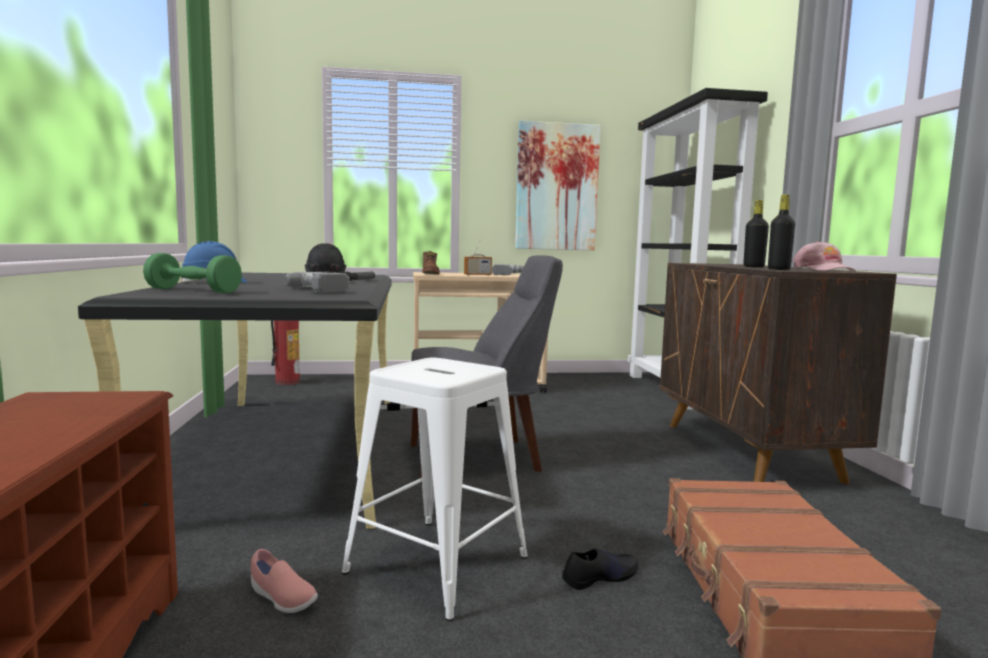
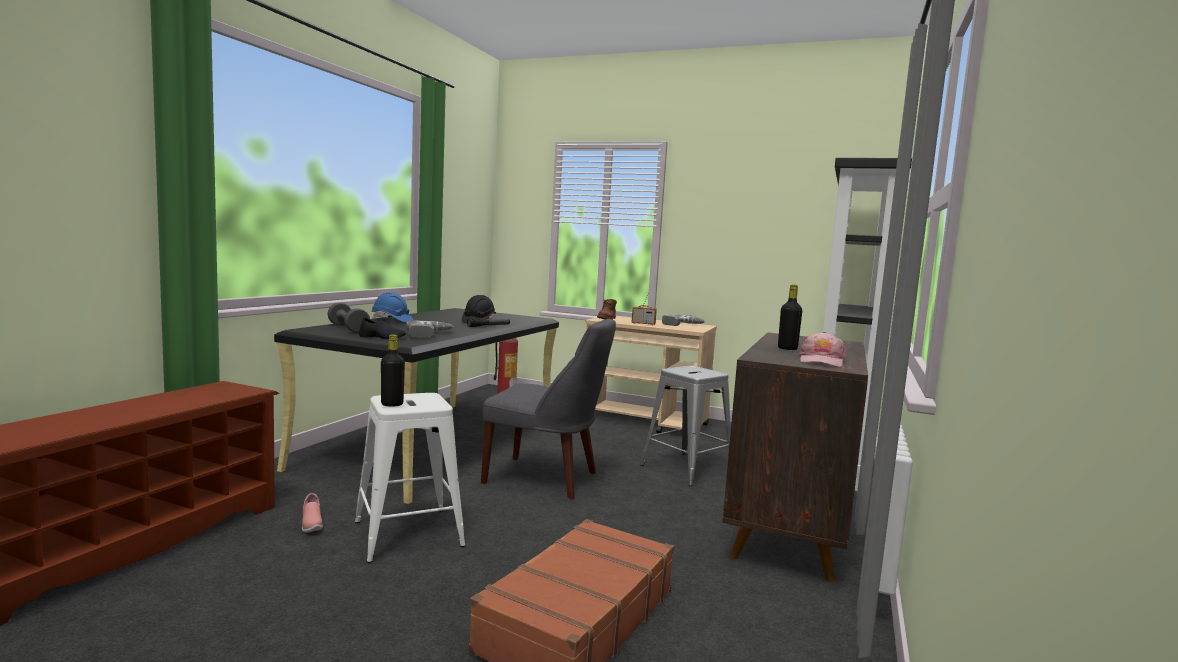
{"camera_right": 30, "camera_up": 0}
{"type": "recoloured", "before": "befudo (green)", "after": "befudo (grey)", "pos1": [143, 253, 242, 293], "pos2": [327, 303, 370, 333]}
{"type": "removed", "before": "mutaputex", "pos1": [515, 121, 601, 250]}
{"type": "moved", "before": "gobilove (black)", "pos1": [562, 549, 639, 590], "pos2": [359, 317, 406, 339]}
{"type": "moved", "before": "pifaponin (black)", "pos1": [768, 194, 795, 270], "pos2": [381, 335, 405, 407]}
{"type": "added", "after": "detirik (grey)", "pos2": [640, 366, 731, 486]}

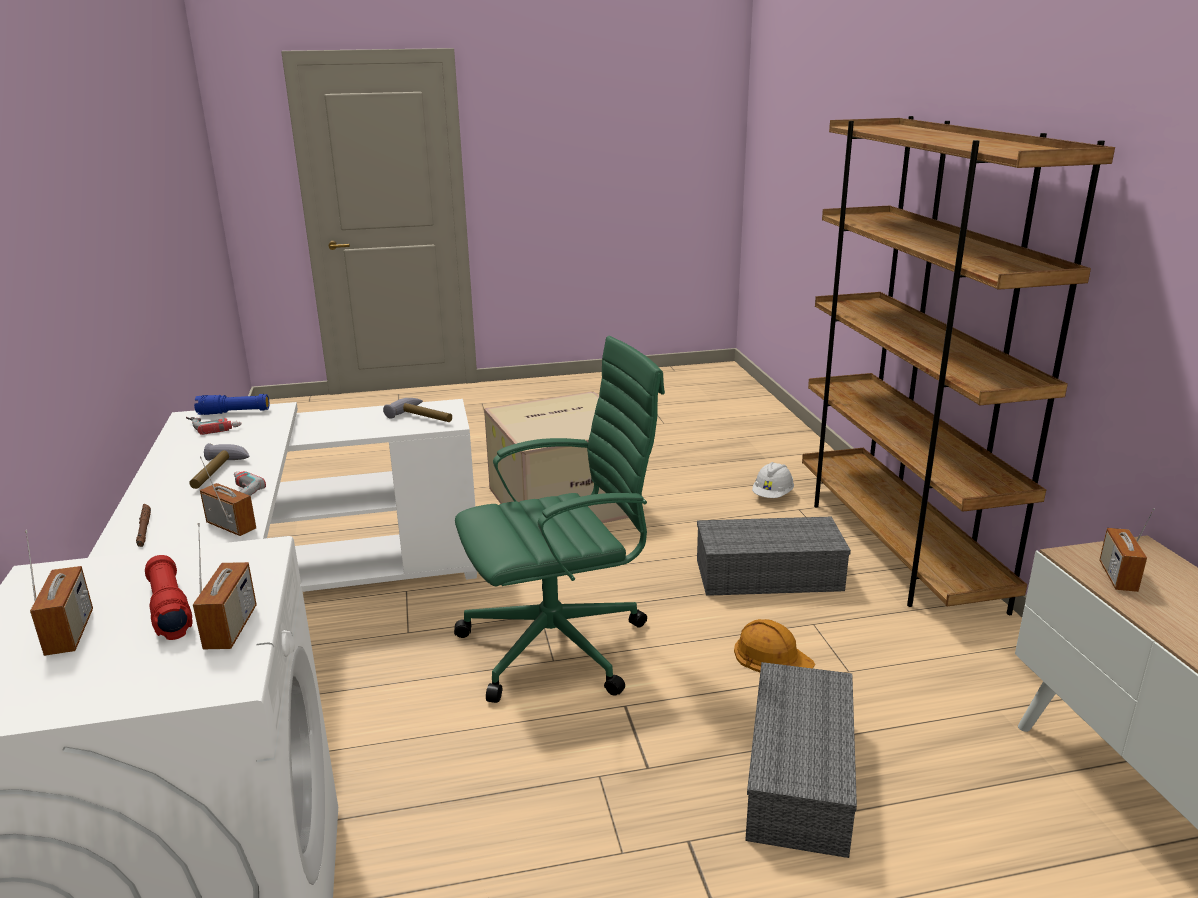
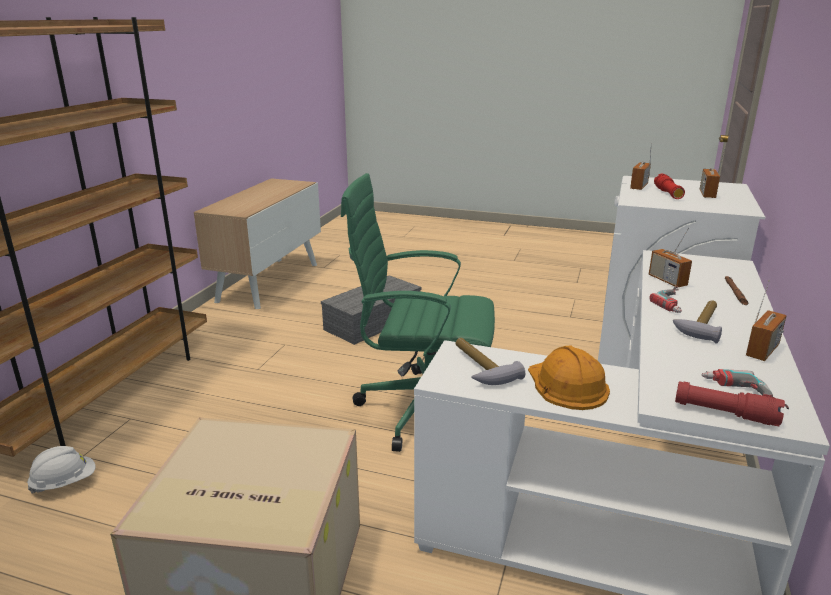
{"camera_right": -150, "camera_up": 0}
{"type": "recoloured", "before": "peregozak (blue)", "after": "peregozak (red)", "pos1": [194, 394, 269, 415], "pos2": [675, 381, 785, 426]}
{"type": "removed", "before": "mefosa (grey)", "pos1": [697, 517, 851, 596]}
{"type": "moved", "before": "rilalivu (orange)", "pos1": [734, 619, 815, 672], "pos2": [528, 346, 610, 410]}
{"type": "moved", "before": "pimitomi", "pos1": [1099, 508, 1155, 592], "pos2": [746, 280, 787, 361]}

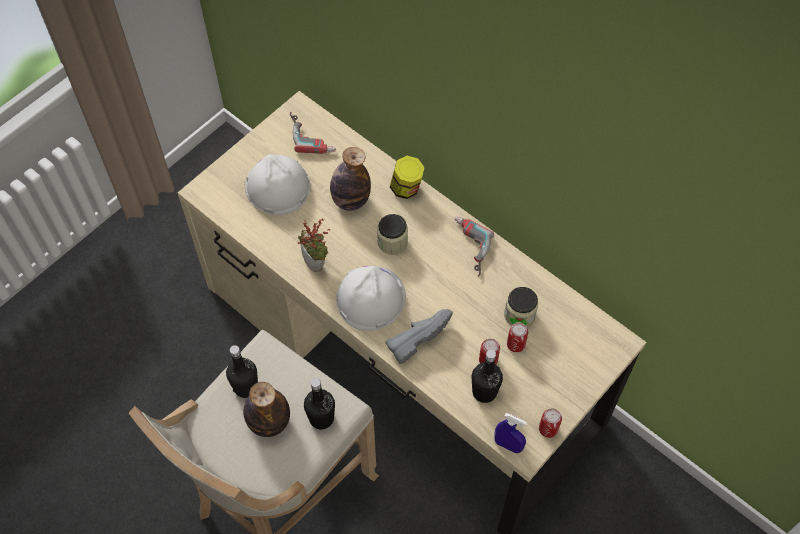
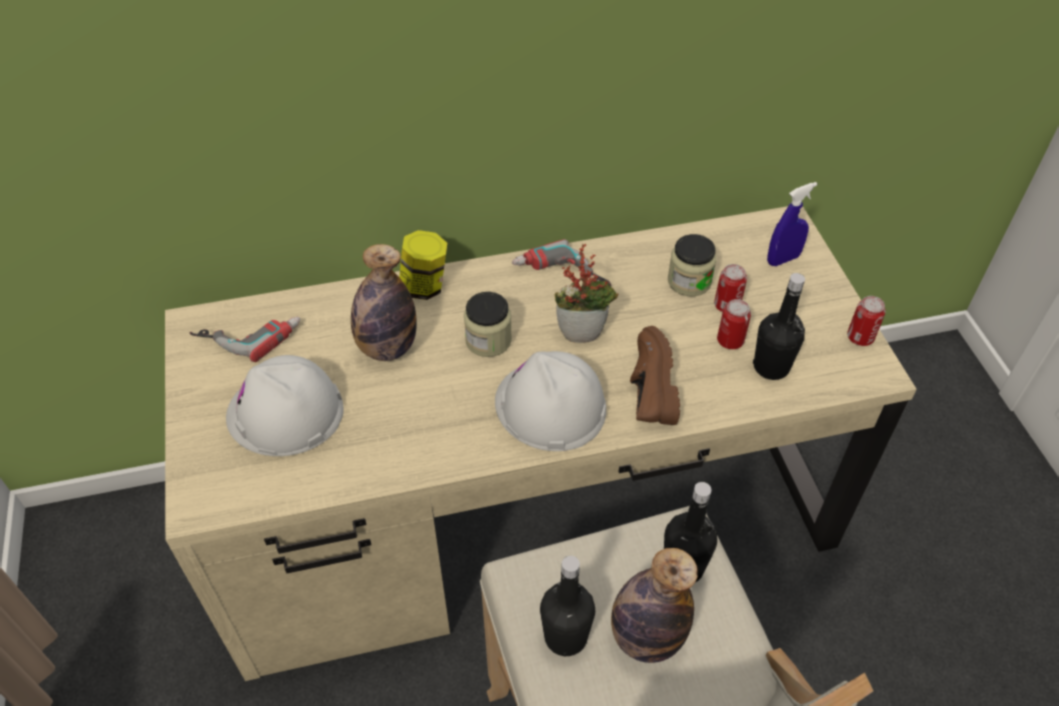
{"camera_right": -55, "camera_up": -10}
{"type": "moved", "before": "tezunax", "pos1": [298, 218, 330, 272], "pos2": [554, 243, 618, 343]}
{"type": "recoloured", "before": "gobilove (grey)", "after": "gobilove (brown)", "pos1": [385, 309, 453, 364], "pos2": [630, 326, 680, 425]}
{"type": "moved", "before": "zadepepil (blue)", "pos1": [494, 413, 527, 454], "pos2": [767, 182, 817, 266]}

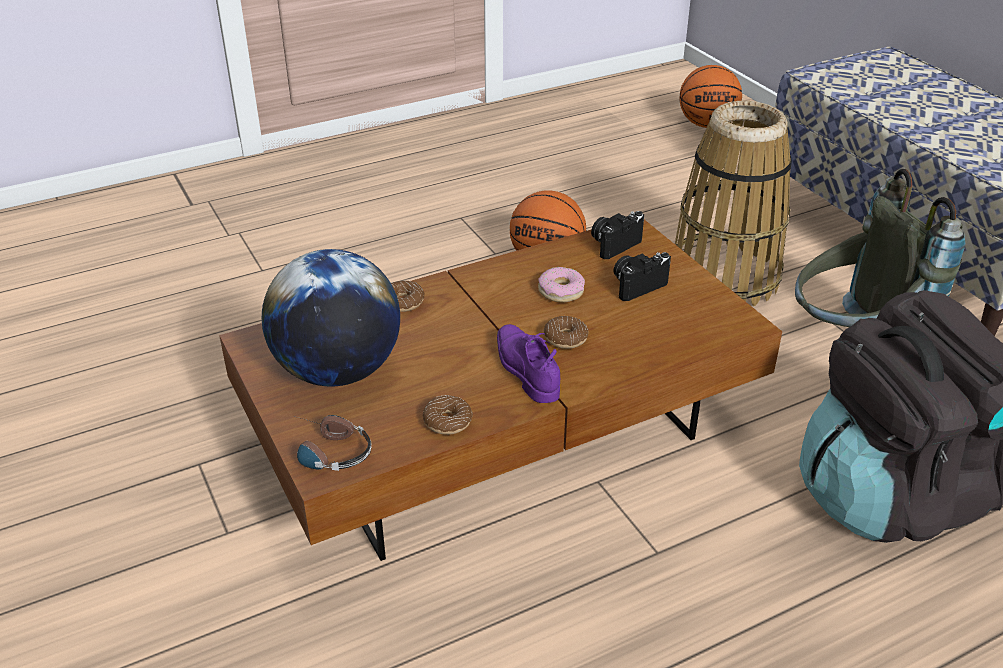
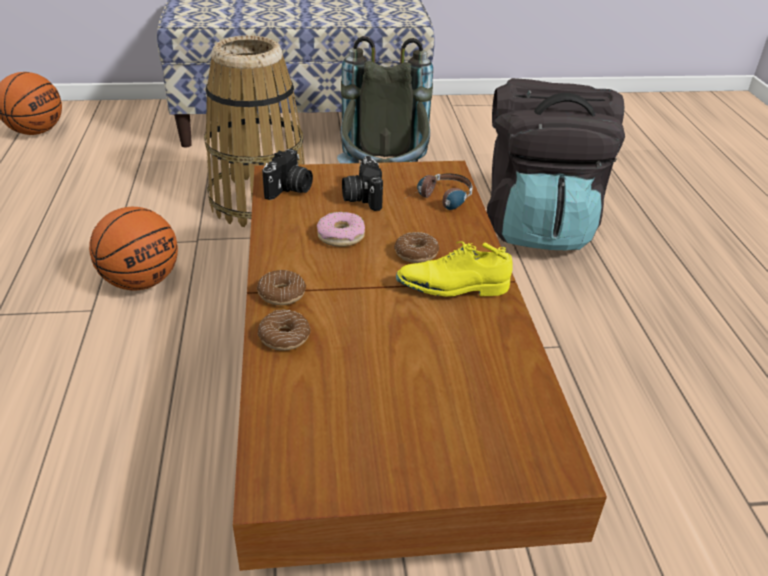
{"camera_right": -70, "camera_up": 0}
{"type": "removed", "before": "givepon", "pos1": [262, 249, 400, 387]}
{"type": "moved", "before": "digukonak", "pos1": [297, 415, 372, 471], "pos2": [404, 174, 473, 210]}
{"type": "moved", "before": "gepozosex", "pos1": [423, 395, 473, 435], "pos2": [257, 270, 306, 305]}
{"type": "recoloured", "before": "gobilove (purple)", "after": "gobilove (yellow)", "pos1": [497, 324, 560, 403], "pos2": [396, 241, 512, 297]}
{"type": "turned", "before": "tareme", "pos1": [591, 211, 644, 259], "pos2": [262, 149, 313, 200], "turn": -135}

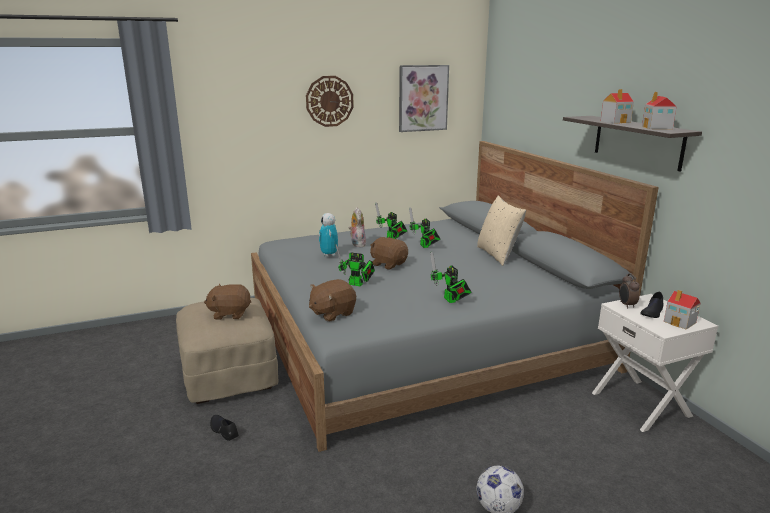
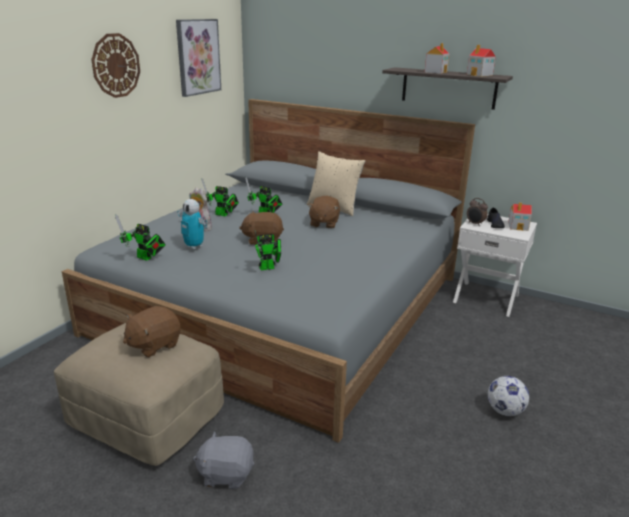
{"camera_right": -40, "camera_up": 5}
{"type": "replaced", "before": "gobilove (black)", "after": "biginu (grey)", "pos1": [210, 415, 239, 441], "pos2": [193, 431, 254, 489]}
{"type": "moved", "before": "biginu (brown)", "pos1": [309, 279, 356, 322], "pos2": [308, 196, 340, 229]}
{"type": "moved", "before": "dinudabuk", "pos1": [430, 251, 472, 303], "pos2": [115, 214, 166, 261]}

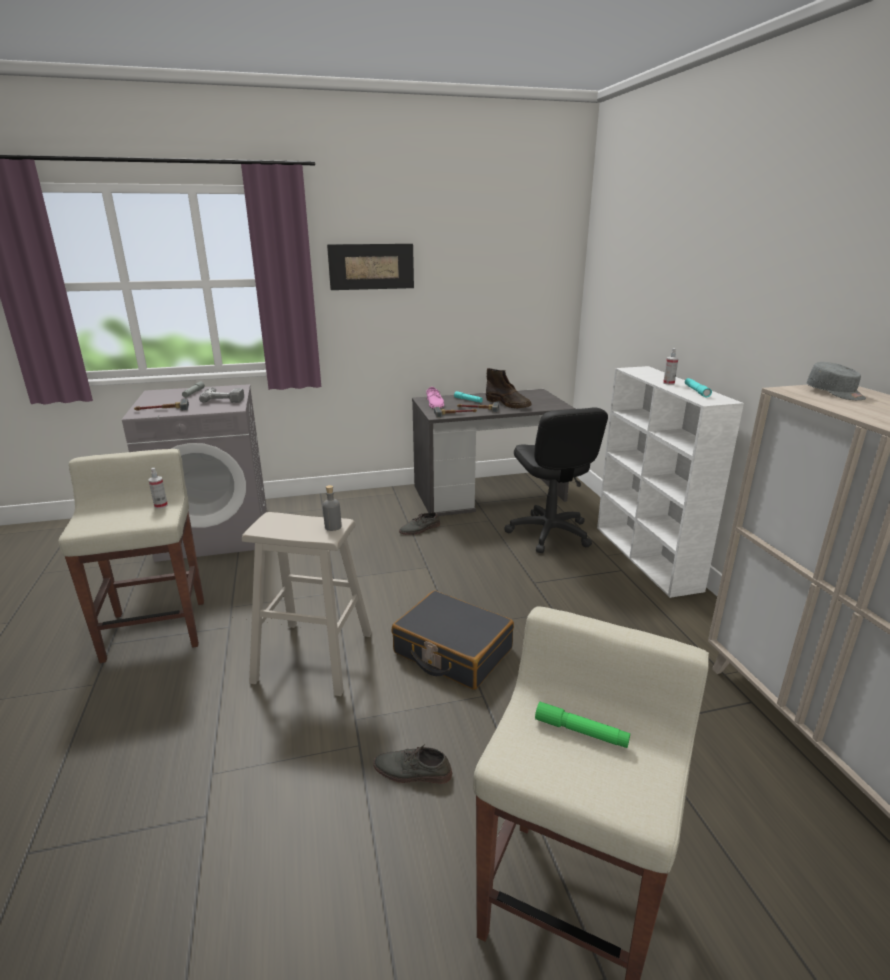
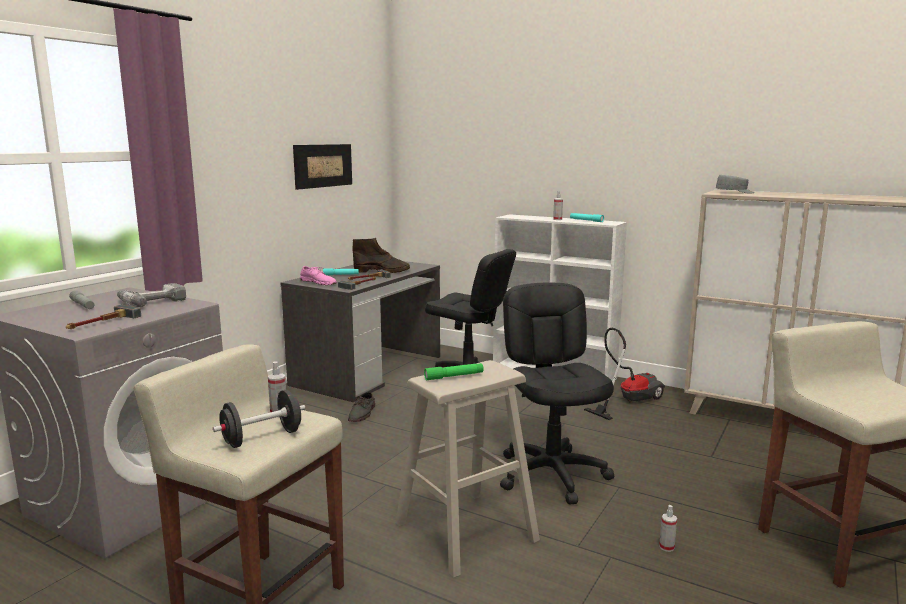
{"camera_right": -45, "camera_up": -10}
{"type": "removed", "before": "pifaponin (grey)", "pos1": [323, 485, 342, 531]}
{"type": "moved", "before": "mutaputex", "pos1": [327, 244, 414, 290], "pos2": [293, 144, 352, 190]}
{"type": "replaced", "before": "gobilove (grey)", "after": "zadepepil", "pos1": [373, 744, 452, 784], "pos2": [659, 505, 677, 552]}
{"type": "replaced", "before": "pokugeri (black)", "after": "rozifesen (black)", "pos1": [391, 590, 514, 690], "pos2": [500, 283, 614, 505]}
{"type": "moved", "before": "peregozak (green)", "pos1": [535, 702, 630, 748], "pos2": [424, 363, 484, 380]}
{"type": "added", "after": "befudo (black)", "pos2": [213, 390, 305, 448]}
{"type": "added", "after": "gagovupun", "pos2": [584, 328, 665, 420]}

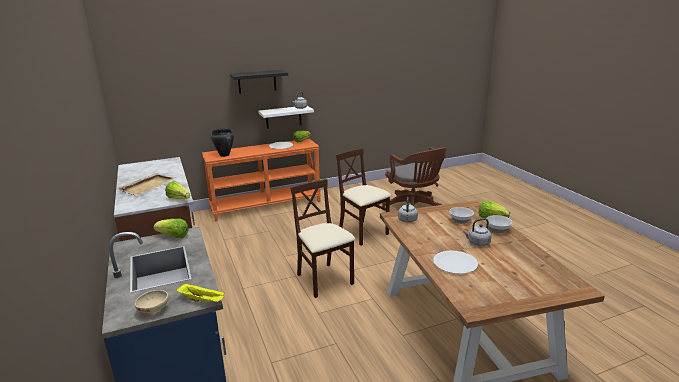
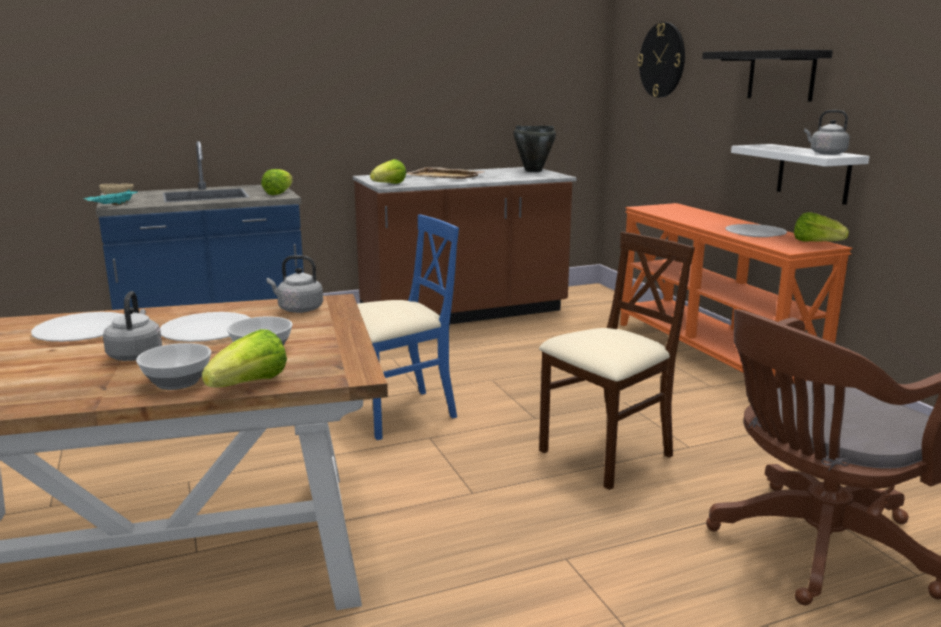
{"camera_right": 90, "camera_up": -5}
{"type": "recoloured", "before": "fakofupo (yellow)", "after": "fakofupo (turquoise)", "pos1": [176, 283, 225, 302], "pos2": [83, 189, 138, 205]}
{"type": "moved", "before": "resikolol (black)", "pos1": [210, 129, 234, 157], "pos2": [514, 126, 556, 172]}
{"type": "recoloured", "before": "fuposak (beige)", "after": "fuposak (blue)", "pos1": [290, 179, 356, 298], "pos2": [357, 215, 459, 440]}
{"type": "added", "after": "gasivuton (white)", "pos2": [160, 312, 251, 342]}
{"type": "added", "after": "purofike", "pos2": [638, 22, 685, 98]}

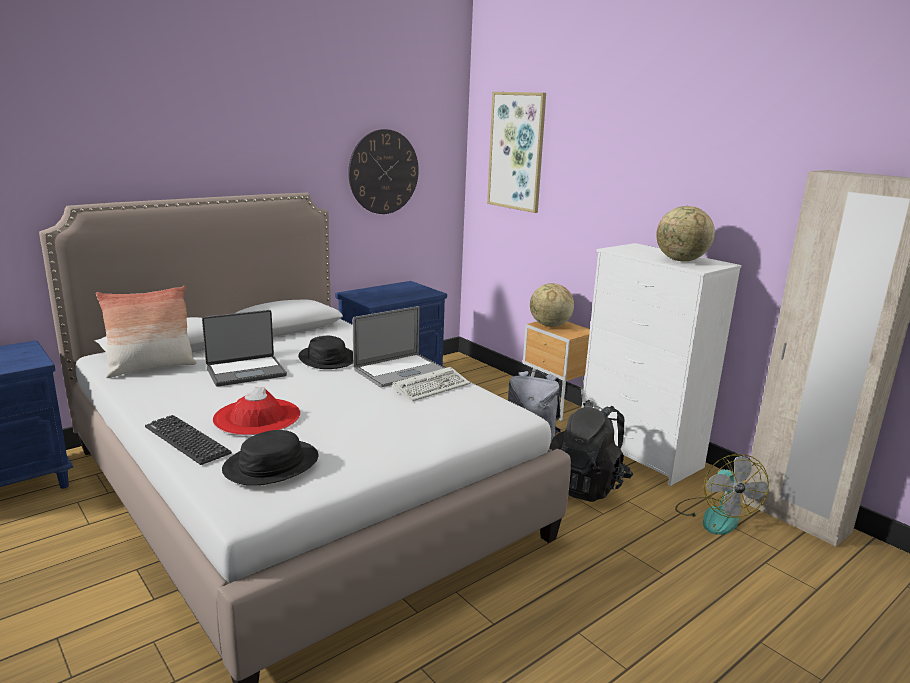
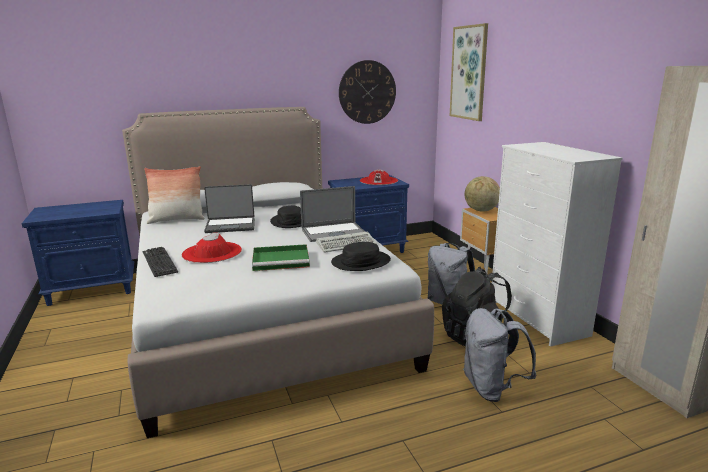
{"camera_right": 20, "camera_up": 0}
{"type": "moved", "before": "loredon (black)", "pos1": [222, 430, 318, 486], "pos2": [331, 242, 391, 271]}
{"type": "removed", "before": "givepon", "pos1": [656, 206, 715, 261]}
{"type": "removed", "before": "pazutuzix", "pos1": [675, 454, 769, 535]}
{"type": "added", "after": "fakofupo (green)", "pos2": [252, 244, 310, 271]}
{"type": "added", "after": "loredon (red)", "pos2": [360, 169, 398, 185]}
{"type": "added", "after": "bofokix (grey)", "pos2": [463, 308, 536, 402]}

